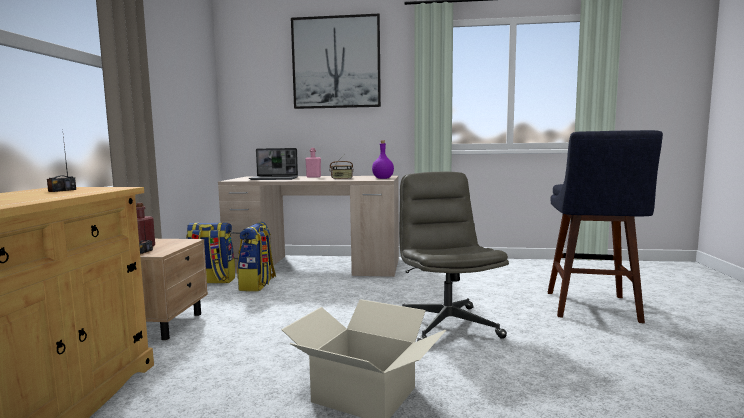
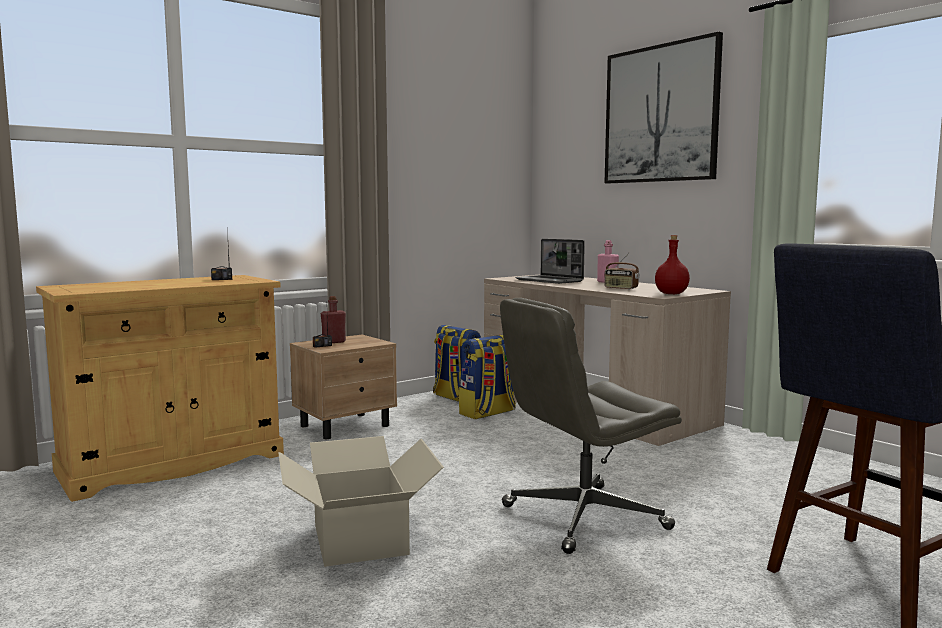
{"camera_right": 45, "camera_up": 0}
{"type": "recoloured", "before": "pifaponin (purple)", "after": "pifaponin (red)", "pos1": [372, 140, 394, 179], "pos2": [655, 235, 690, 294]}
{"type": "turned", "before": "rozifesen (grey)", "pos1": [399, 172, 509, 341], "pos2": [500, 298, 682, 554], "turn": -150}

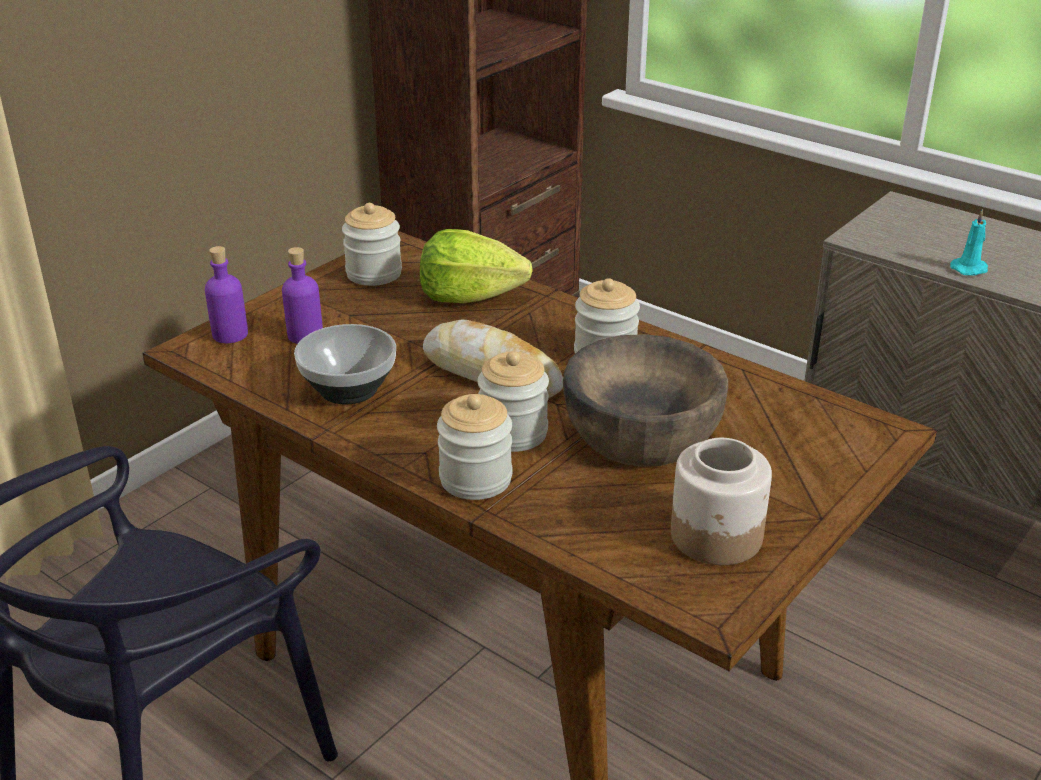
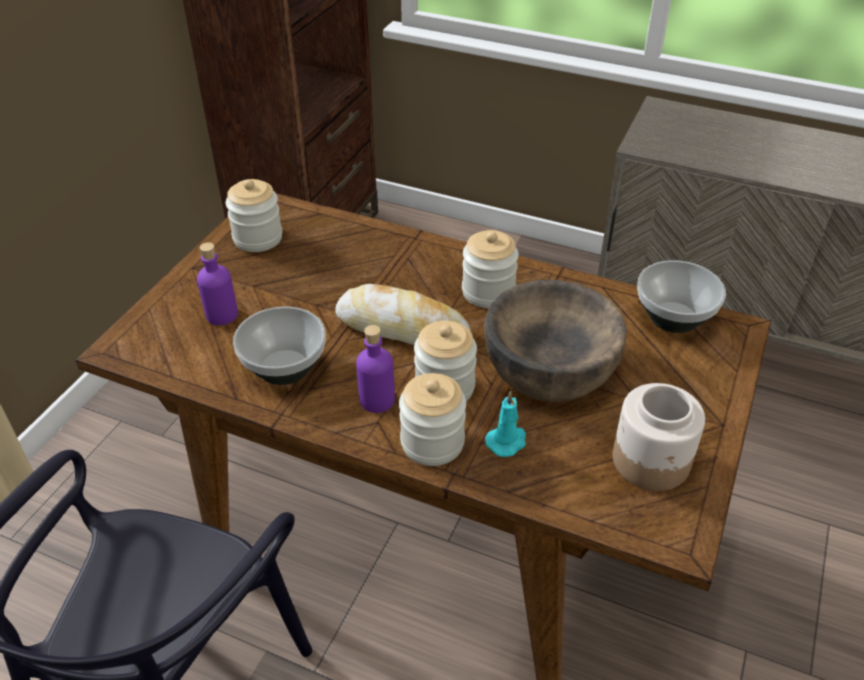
{"camera_right": -15, "camera_up": 10}
{"type": "moved", "before": "pifaponin (purple)", "pos1": [205, 246, 248, 343], "pos2": [356, 325, 395, 413]}
{"type": "removed", "before": "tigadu", "pos1": [420, 229, 533, 303]}
{"type": "moved", "before": "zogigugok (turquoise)", "pos1": [950, 209, 988, 276], "pos2": [485, 391, 526, 457]}
{"type": "added", "after": "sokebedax", "pos2": [637, 260, 726, 333]}

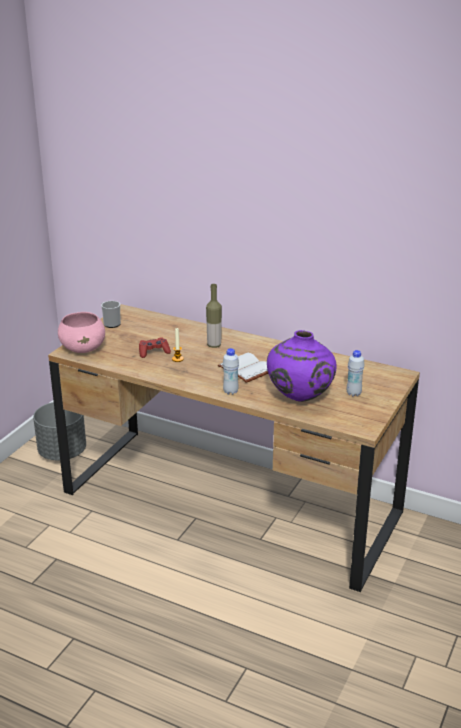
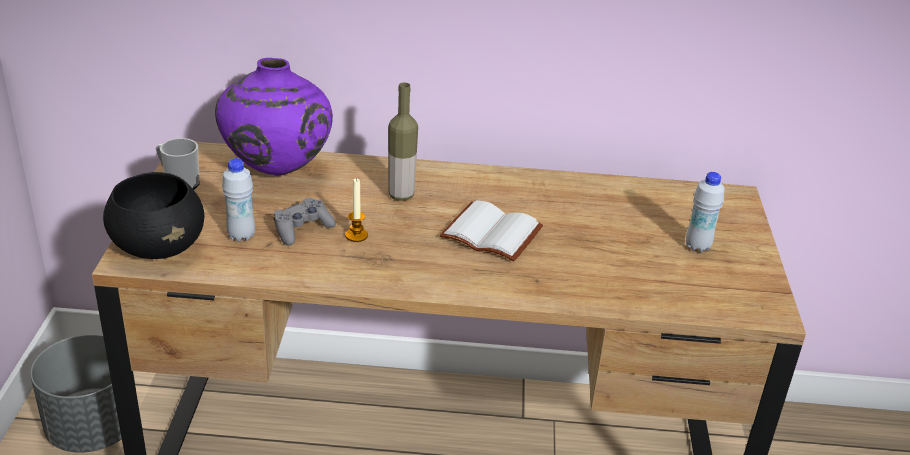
{"camera_right": -25, "camera_up": 5}
{"type": "recoloured", "before": "sokebedax (pink)", "after": "sokebedax (black)", "pos1": [58, 312, 105, 353], "pos2": [103, 172, 204, 259]}
{"type": "recoloured", "before": "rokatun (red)", "after": "rokatun (grey)", "pos1": [139, 337, 171, 358], "pos2": [274, 198, 336, 246]}
{"type": "moved", "before": "pifaponin (white)", "pos1": [223, 348, 239, 395], "pos2": [222, 158, 255, 242]}
{"type": "moved", "before": "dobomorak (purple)", "pos1": [267, 330, 337, 402], "pos2": [215, 58, 333, 175]}

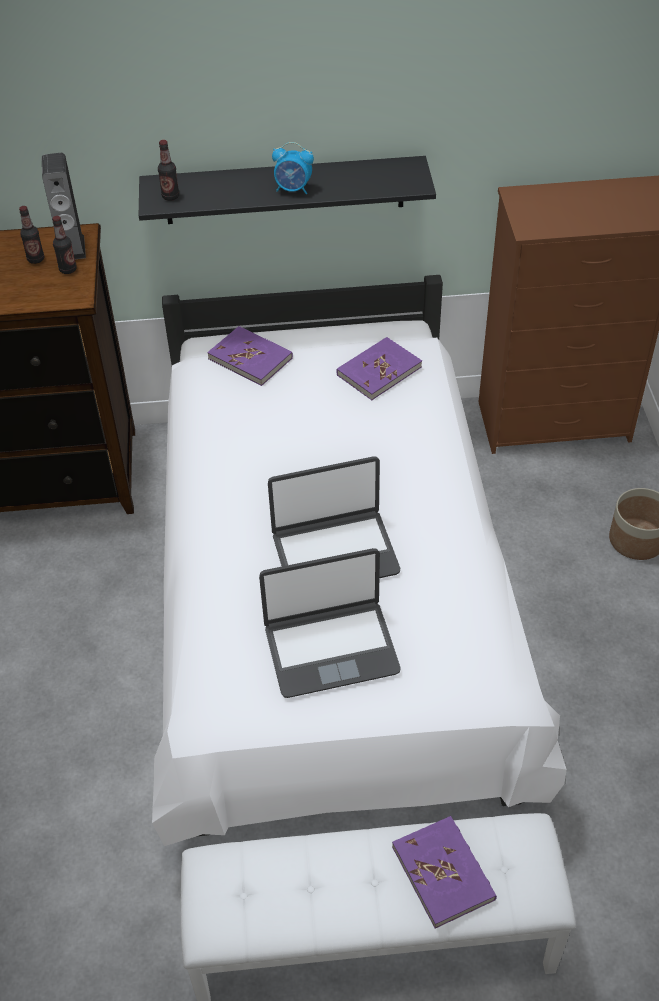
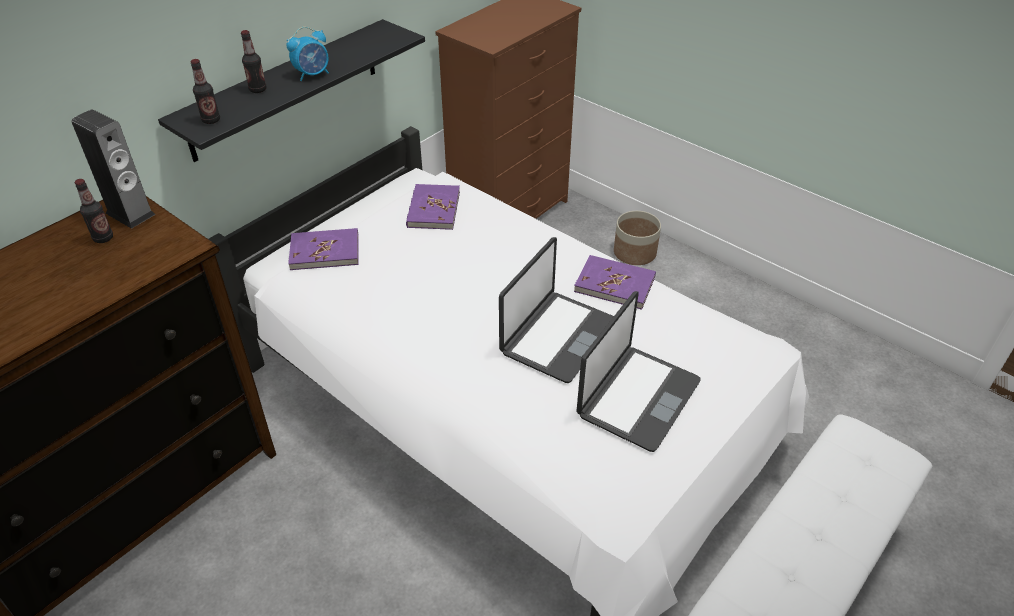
{"camera_right": -45, "camera_up": -5}
{"type": "moved", "before": "pifaponin", "pos1": [52, 216, 77, 274], "pos2": [241, 30, 266, 93]}
{"type": "moved", "before": "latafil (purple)", "pos1": [392, 816, 497, 928], "pos2": [574, 255, 656, 310]}

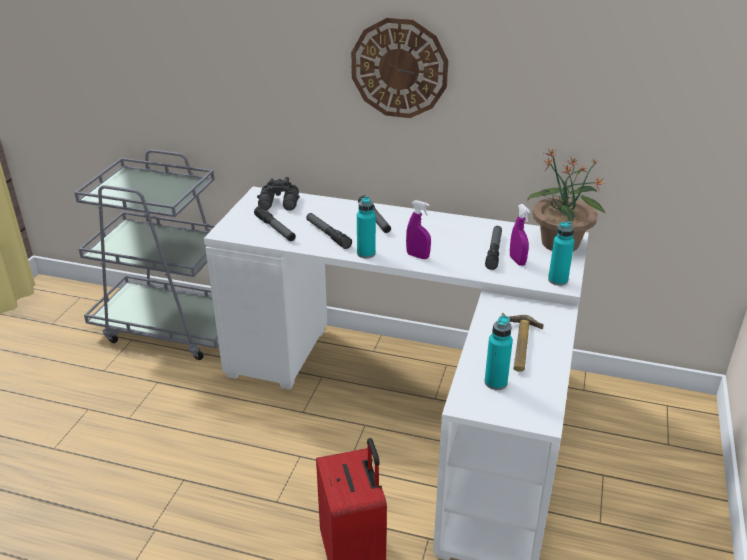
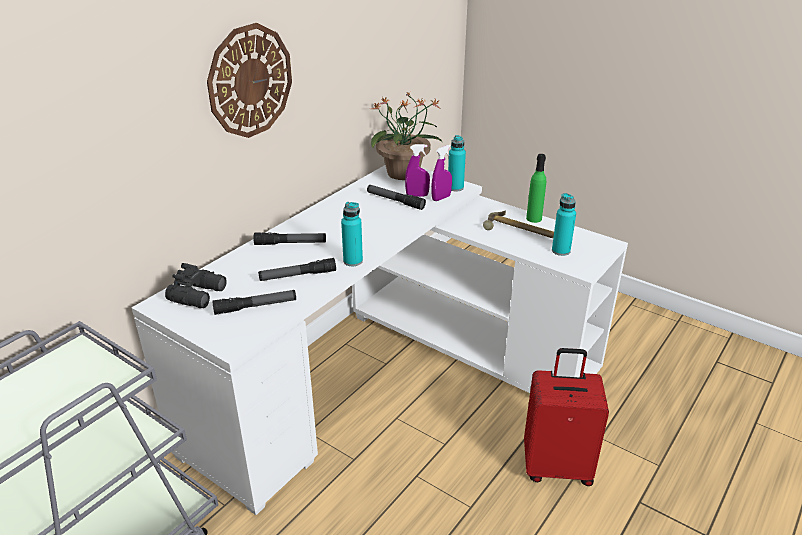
{"camera_right": -70, "camera_up": 0}
{"type": "moved", "before": "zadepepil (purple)", "pos1": [406, 200, 431, 259], "pos2": [431, 145, 452, 201]}
{"type": "added", "after": "pifaponin (green)", "pos2": [526, 154, 546, 223]}

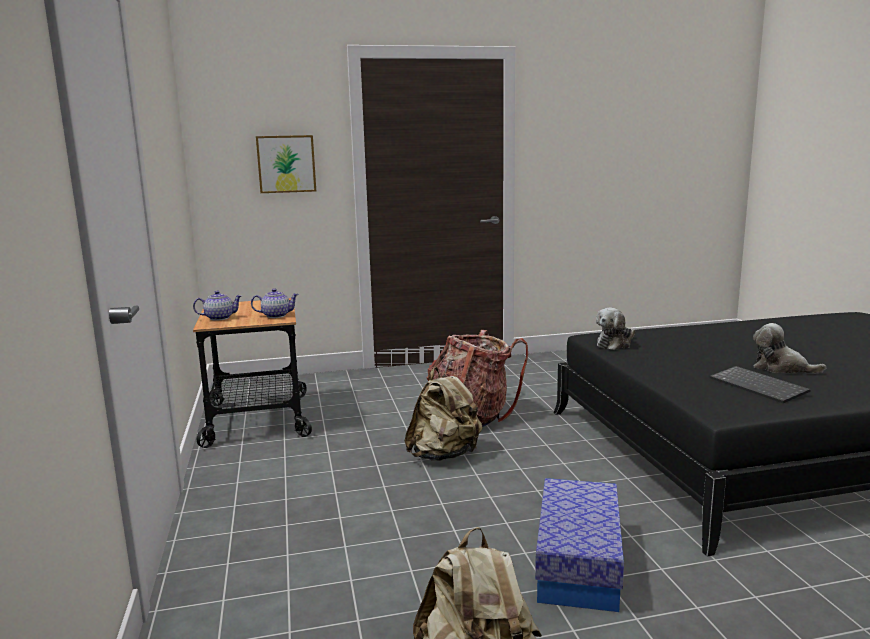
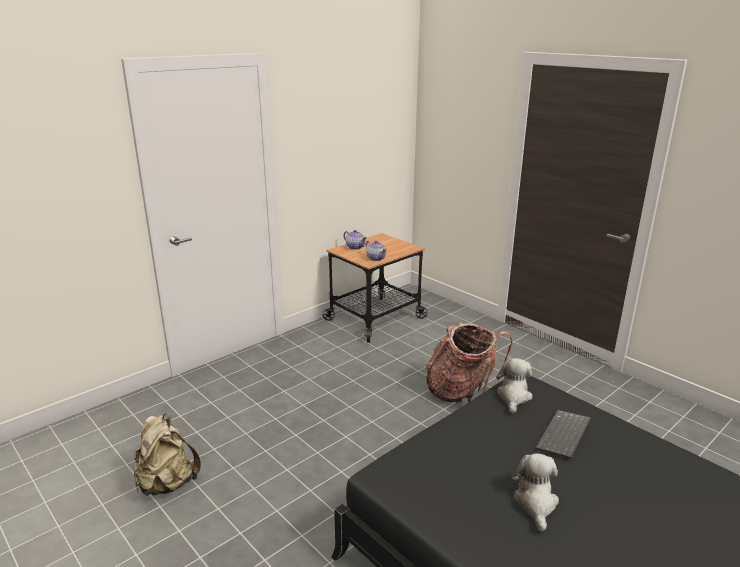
{"camera_right": 60, "camera_up": 10}
{"type": "removed", "before": "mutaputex", "pos1": [256, 135, 316, 193]}
{"type": "removed", "before": "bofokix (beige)", "pos1": [405, 367, 483, 461]}
{"type": "removed", "before": "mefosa", "pos1": [535, 478, 624, 612]}
{"type": "turned", "before": "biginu", "pos1": [596, 308, 635, 350], "pos2": [496, 358, 533, 413], "turn": 90}
{"type": "moved", "before": "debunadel", "pos1": [710, 366, 810, 403], "pos2": [536, 410, 591, 459]}

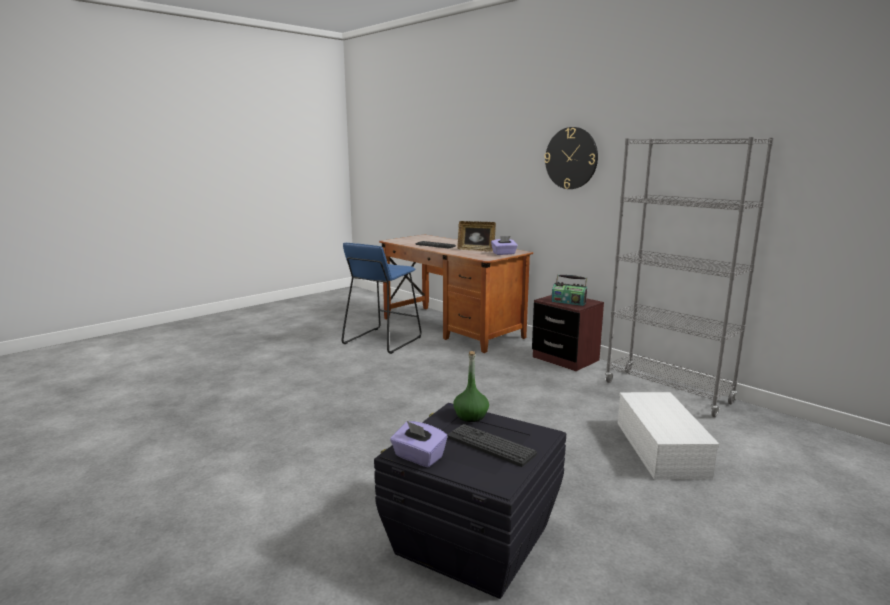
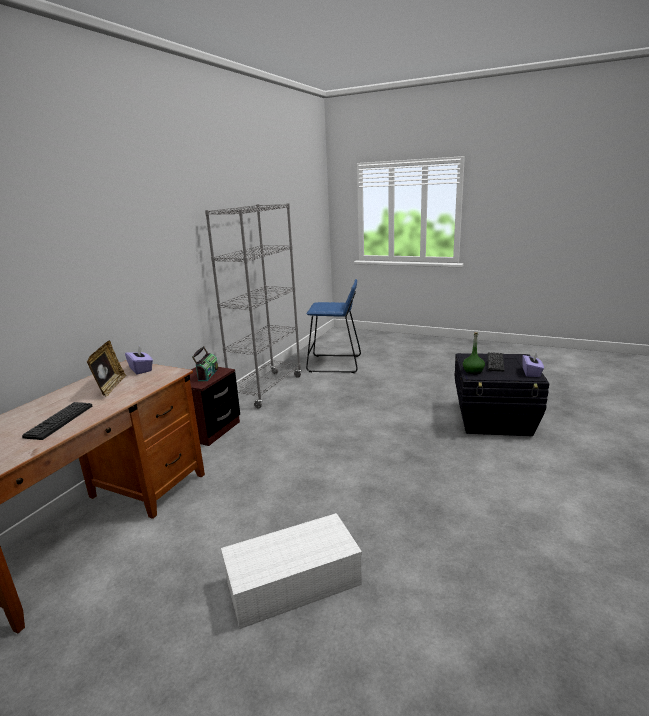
{"camera_right": -110, "camera_up": 5}
{"type": "moved", "before": "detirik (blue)", "pos1": [342, 243, 422, 354], "pos2": [306, 279, 361, 373]}
{"type": "removed", "before": "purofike", "pos1": [544, 127, 598, 189]}
{"type": "moved", "before": "mefosa (white)", "pos1": [618, 392, 719, 480], "pos2": [221, 513, 362, 629]}

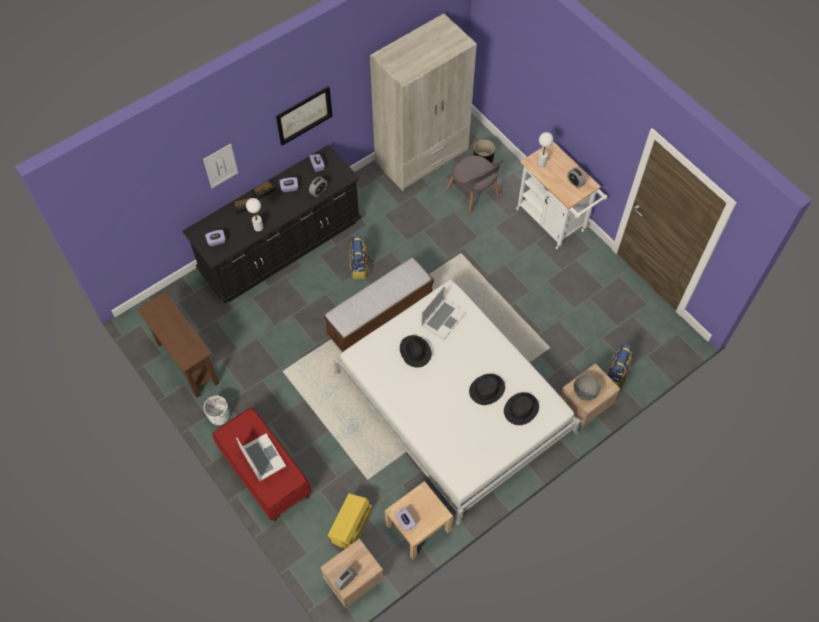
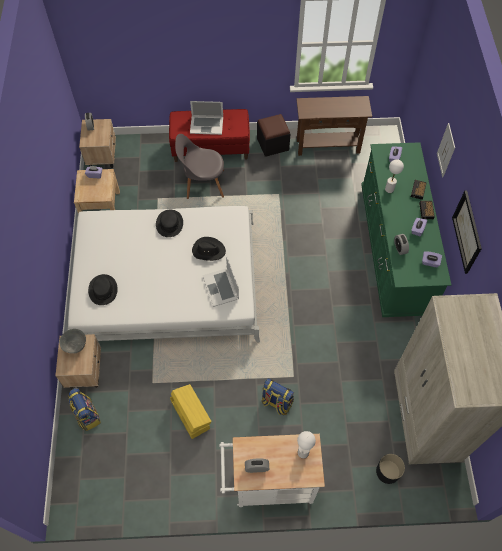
{"camera_right": 125, "camera_up": 0}
{"type": "recoloured", "before": "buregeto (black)", "after": "buregeto (green)", "pos1": [182, 145, 361, 303], "pos2": [361, 142, 451, 317]}
{"type": "replaced", "before": "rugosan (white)", "after": "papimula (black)", "pos1": [203, 396, 230, 425], "pos2": [257, 114, 290, 157]}
{"type": "removed", "before": "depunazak", "pos1": [324, 258, 434, 352]}
{"type": "moved", "before": "mefosa (yellow)", "pos1": [327, 493, 372, 549], "pos2": [170, 384, 212, 439]}
{"type": "moved", "before": "bofokix", "pos1": [349, 235, 370, 279], "pos2": [261, 378, 294, 415]}
{"type": "moved", "before": "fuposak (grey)", "pos1": [446, 155, 504, 216], "pos2": [175, 134, 224, 199]}
{"type": "moved", "before": "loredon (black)", "pos1": [469, 374, 505, 405], "pos2": [156, 210, 183, 237]}

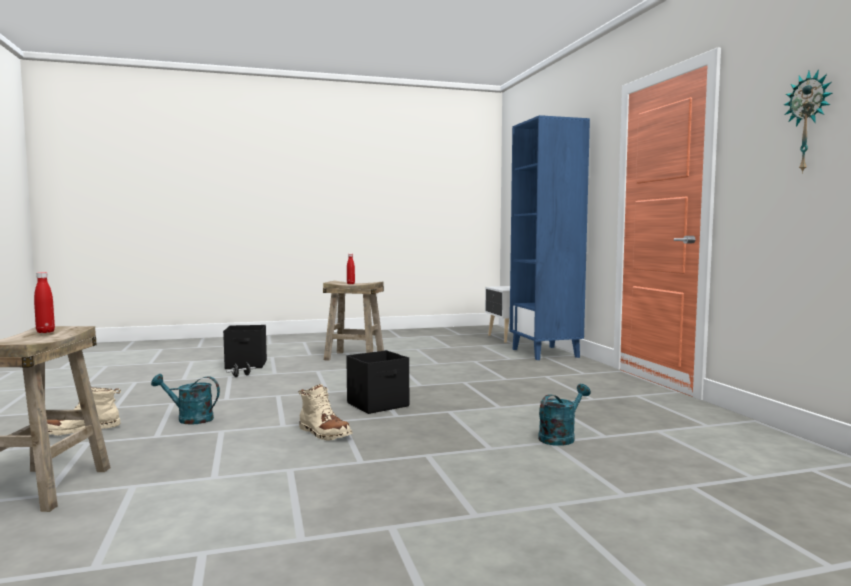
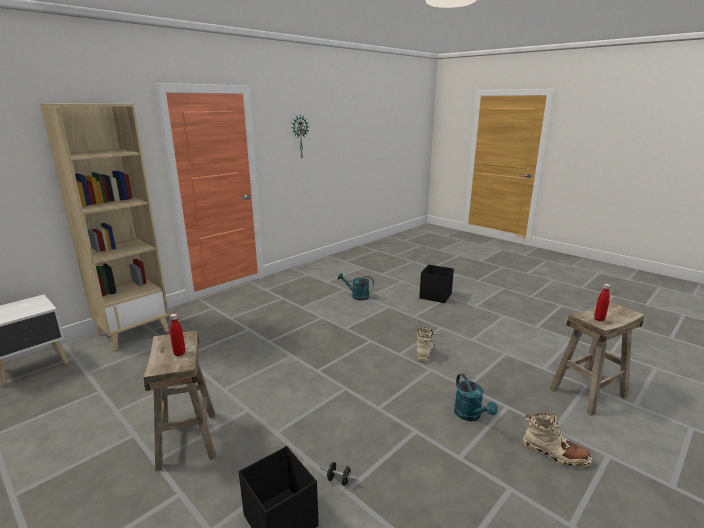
{"camera_right": -120, "camera_up": 15}
{"type": "moved", "before": "mefosa (black)", "pos1": [346, 350, 409, 414], "pos2": [419, 264, 454, 303]}
{"type": "recoloured", "before": "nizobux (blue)", "after": "nizobux (beige)", "pos1": [510, 115, 590, 360], "pos2": [40, 103, 169, 351]}

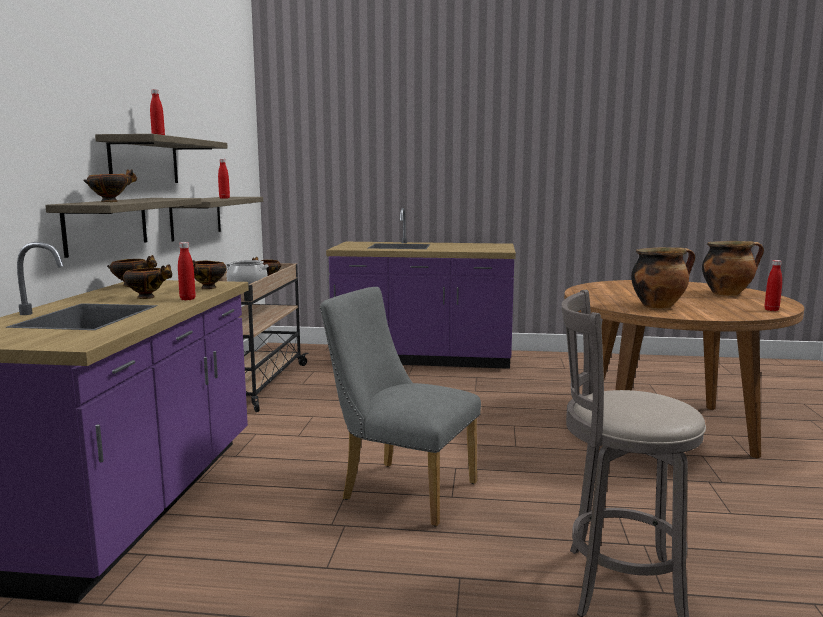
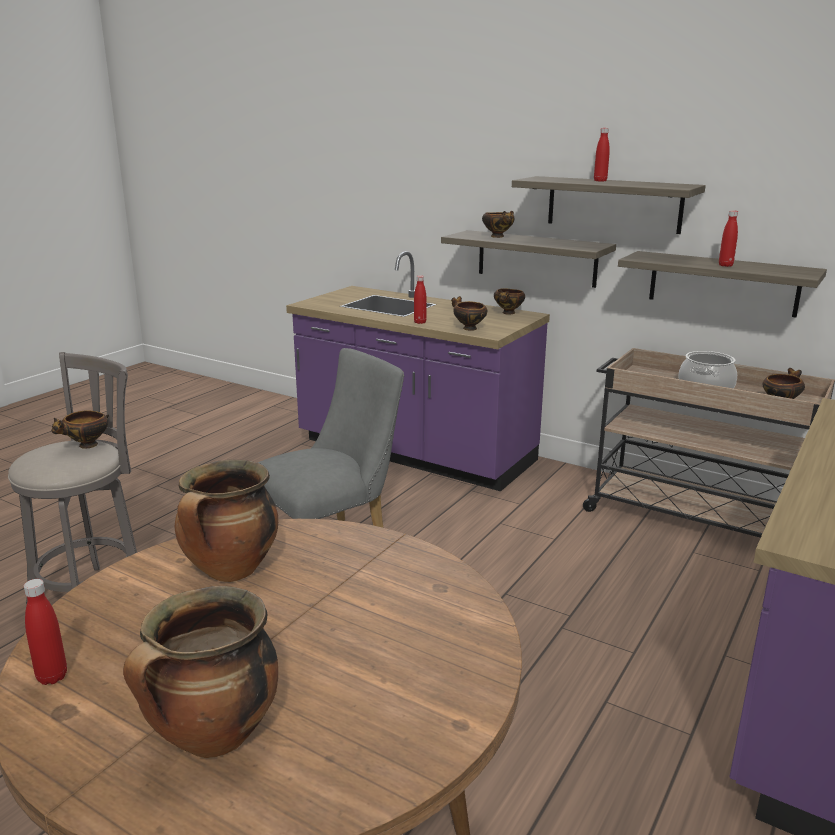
{"camera_right": 115, "camera_up": 10}
{"type": "moved", "before": "sokebedax", "pos1": [123, 264, 172, 299], "pos2": [51, 410, 109, 449]}

